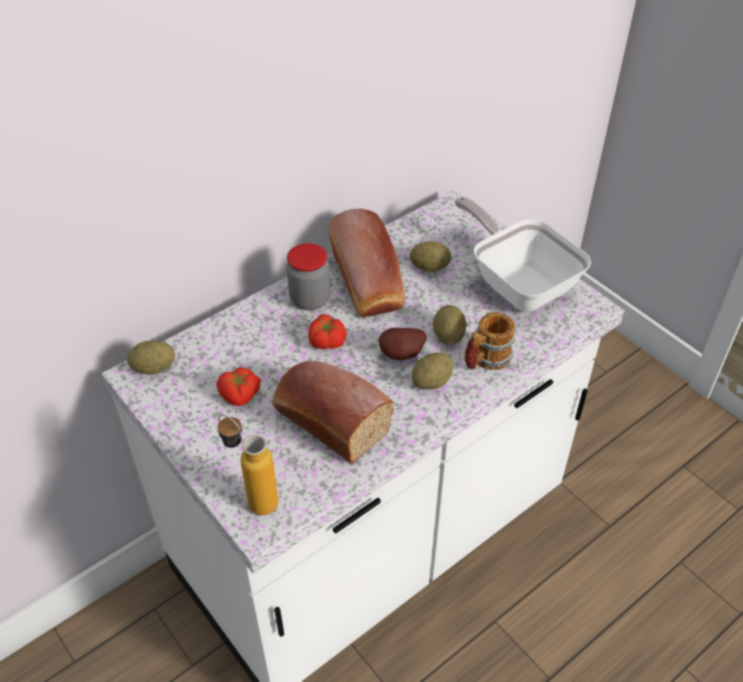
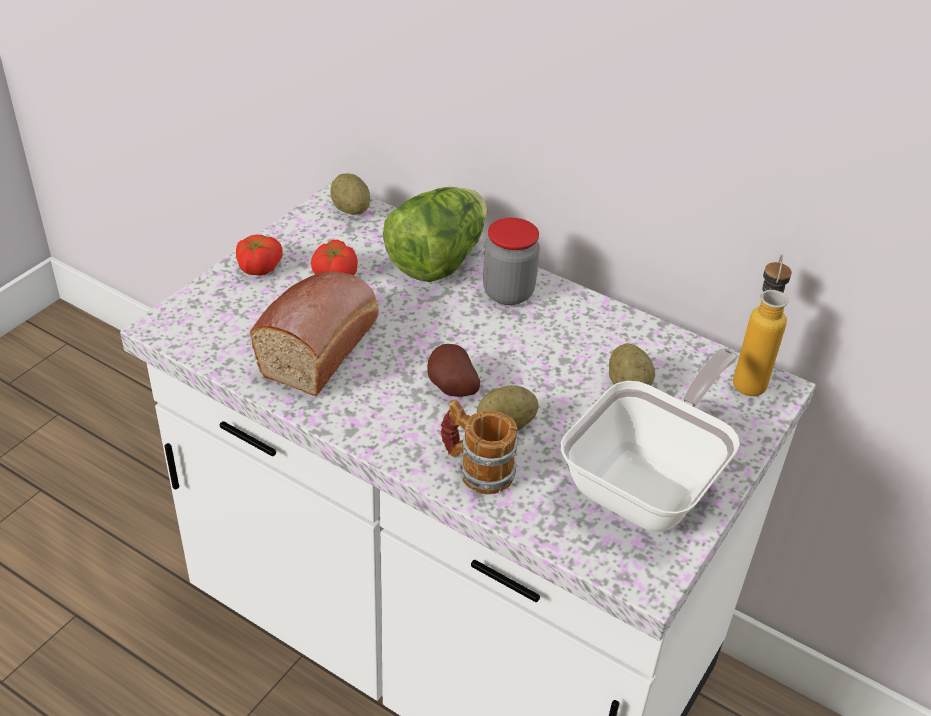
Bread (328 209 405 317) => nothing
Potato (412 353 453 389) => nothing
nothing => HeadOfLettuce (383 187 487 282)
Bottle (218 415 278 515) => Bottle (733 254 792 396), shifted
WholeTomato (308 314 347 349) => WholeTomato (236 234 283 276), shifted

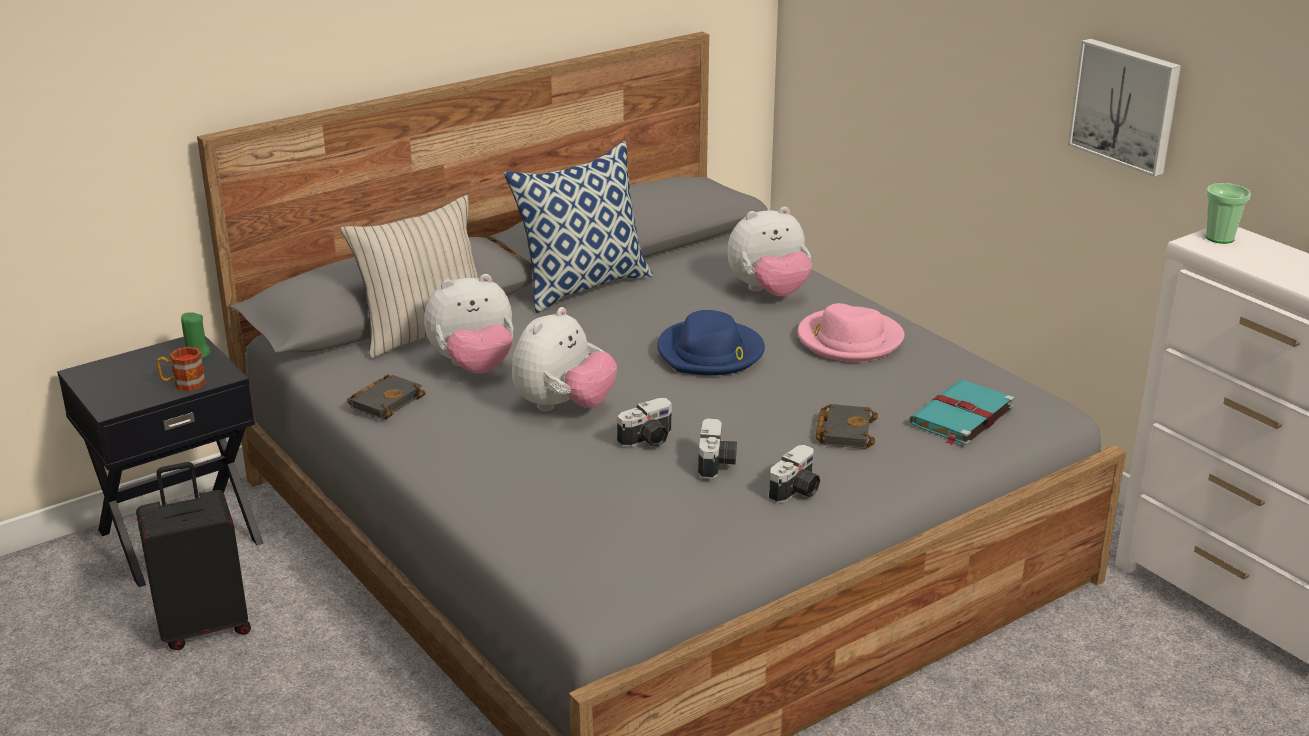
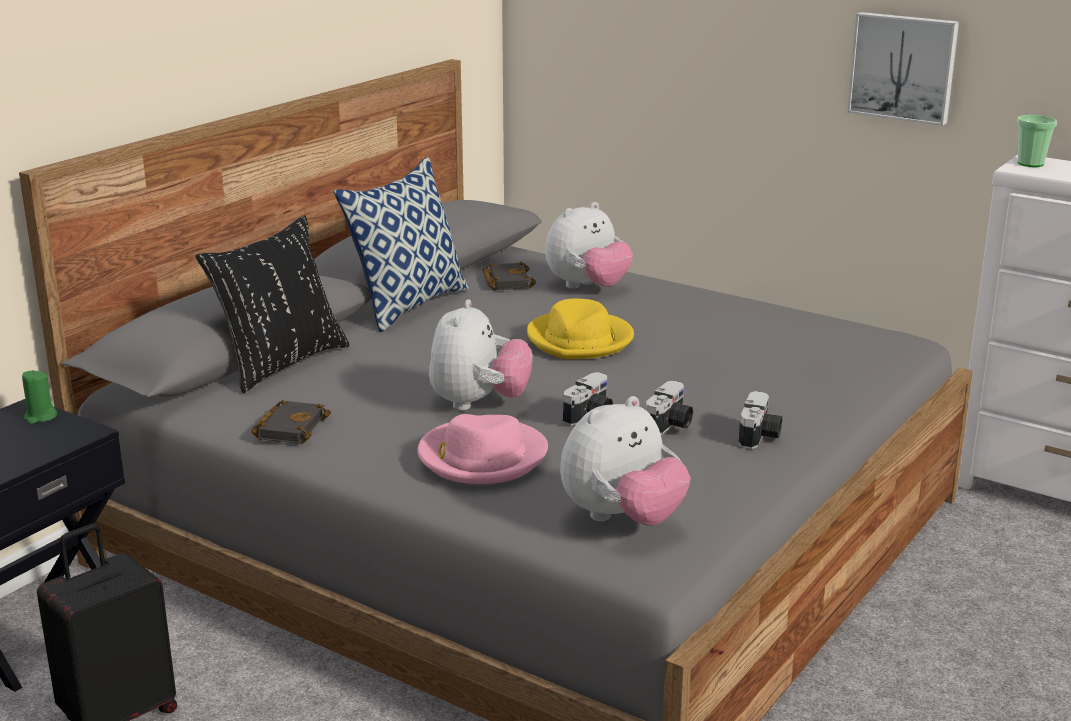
CoffeeMug (157 347 206 391) => nothing
TurquoiseColouredBoundBook (909 380 1015 445) => nothing
CuddlyToy (424 274 513 374) => CuddlyToy (560 396 691 526), shifted
PinkishWearableHat (798 303 904 362) => PinkishWearableHat (418 414 548 484), shifted
BlackColouredBoundBook (816 404 878 449) => BlackColouredBoundBook (483 262 536 290), shifted
BeigeColouredThrowPillow (340 195 479 359) => BlackColouredThrowPillow (196 215 349 393)
BlueColouredWearableHat (657 310 765 376) => YellowWearableHat (527 299 634 359)
PhotoCamera (698 418 737 479) => PhotoCamera (646 380 693 435), 45 degrees clockwise

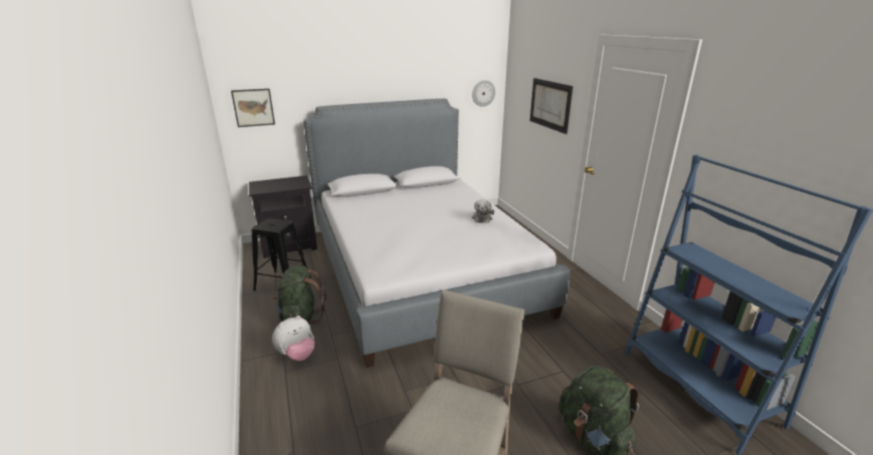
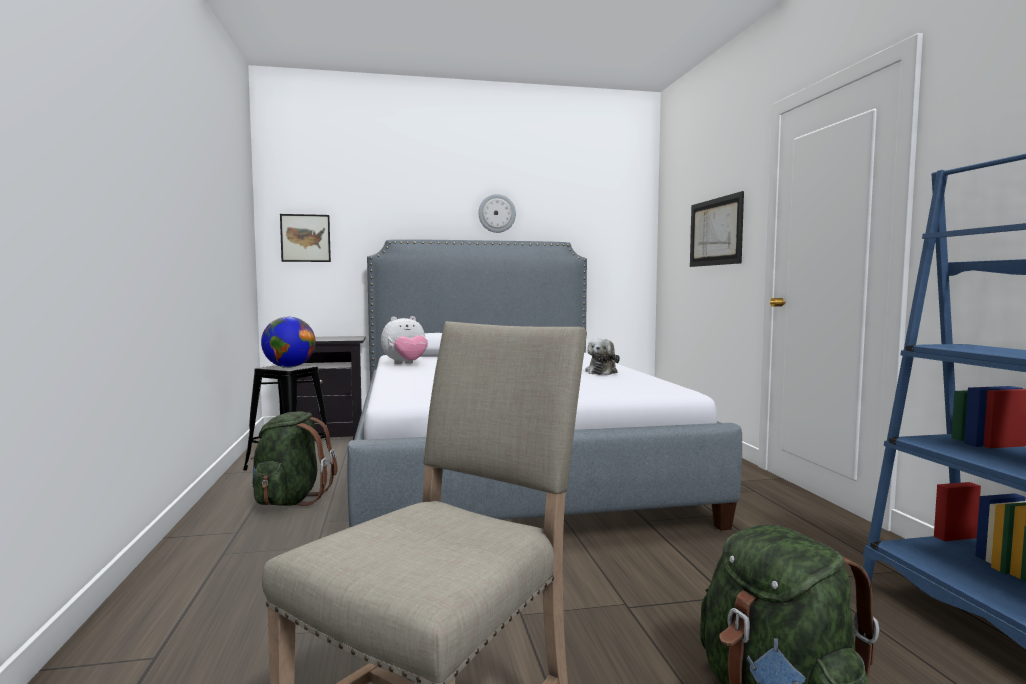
nothing => Globe (261 317 316 368)
CuddlyToy (272 316 315 361) => CuddlyToy (381 316 428 364), shifted
ClockOnTheWall (472 80 495 107) => ClockOnTheWall (478 194 516 233), shifted

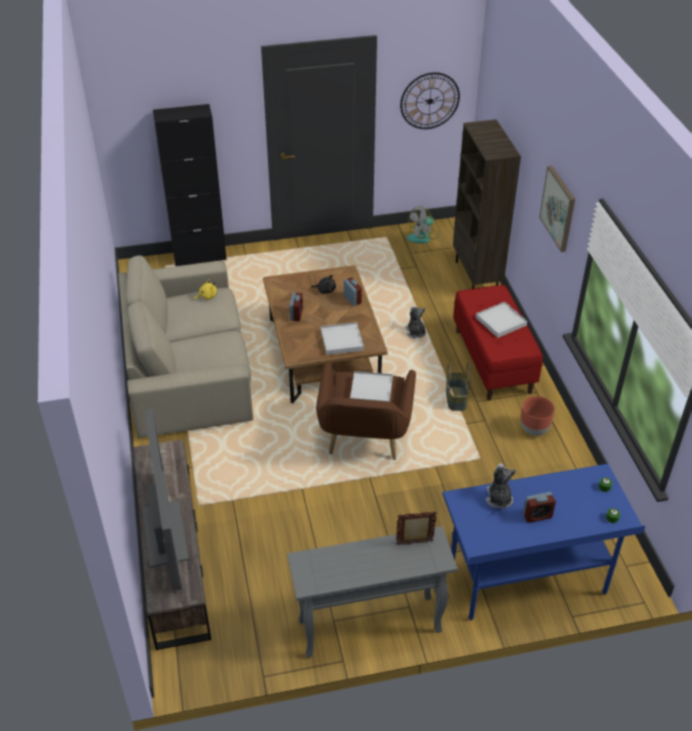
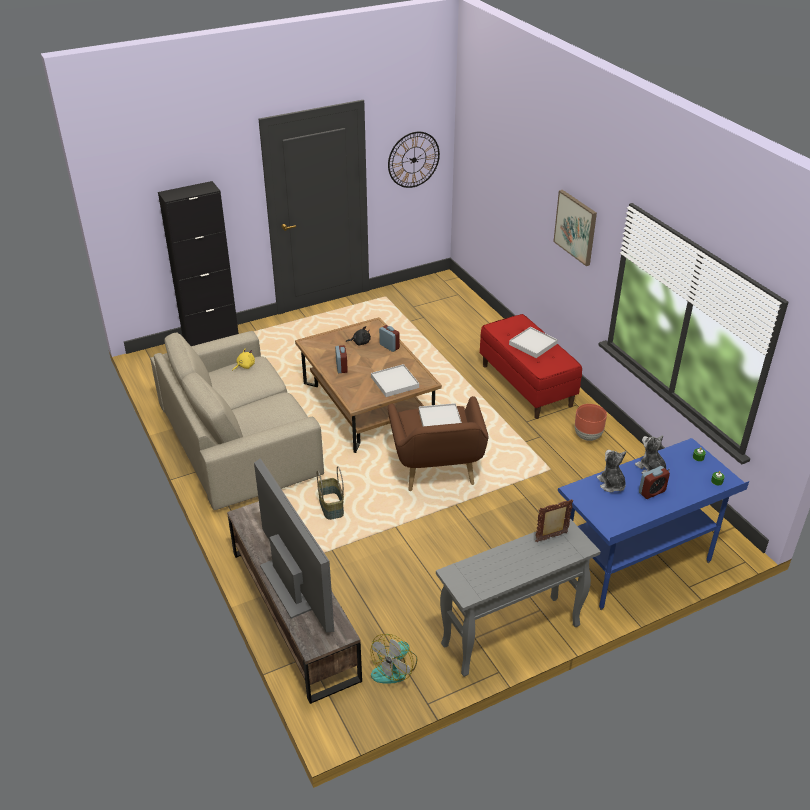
BrownBookcase (453 119 521 289) => nothing
CuddlyToy (405 306 426 339) => CuddlyToy (635 435 670 474), shifted
Fan (407 206 439 243) => Fan (371 634 417 684), shifted
HouseholdBasket (446 363 471 411) => HouseholdBasket (317 466 344 520), shifted

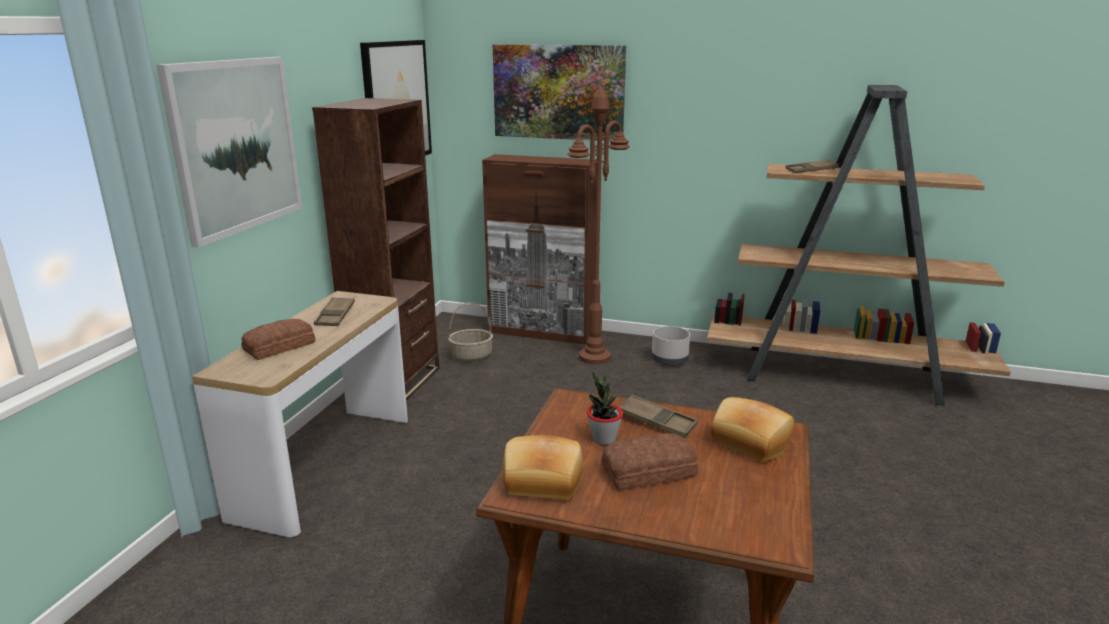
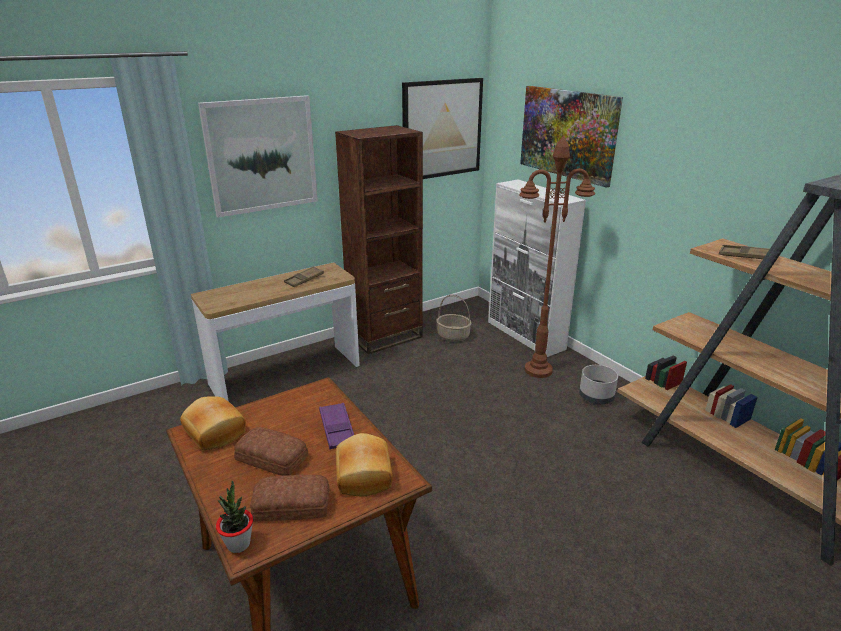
Bread (241 319 315 360) => Bread (250 475 330 522), shifted
PlantInAPot (587 371 623 445) => PlantInAPot (216 481 253 553), shifted
BrownCabinet (482 154 597 345) => WhiteCabinet (488 180 586 357)
BrownServingTray (618 395 698 438) => PurpleColouredServingTray (319 403 354 449)

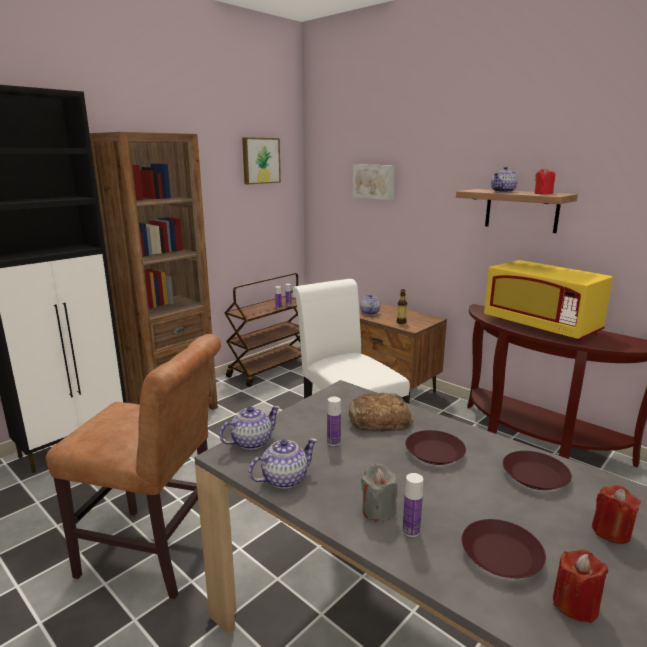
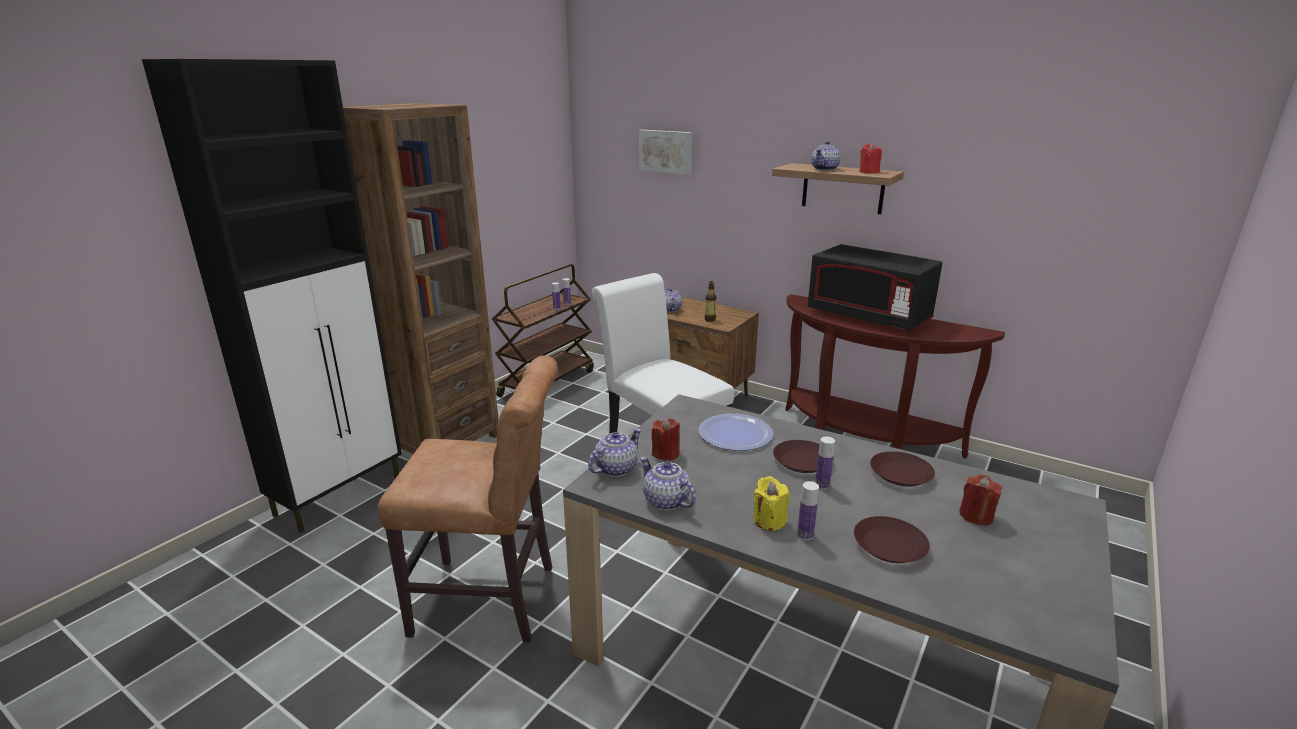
WallPicture (242 137 281 184) => nothing
Bottle (327 397 341 446) => Bottle (815 437 835 490), shifted
RedColouredCandle (553 549 608 623) => RedColouredCandle (651 418 680 460), shifted
Bread (348 393 413 432) => FlatDish (699 414 774 451)
GreyCandle (361 464 398 522) => YellowCandle (754 476 789 531)
YellowMicrowaveOven (484 260 613 341) => BlackColouredMicrowaveOven (808 244 942 332)
Teapot (249 438 317 489) => Teapot (640 457 696 510), 90 degrees counterclockwise

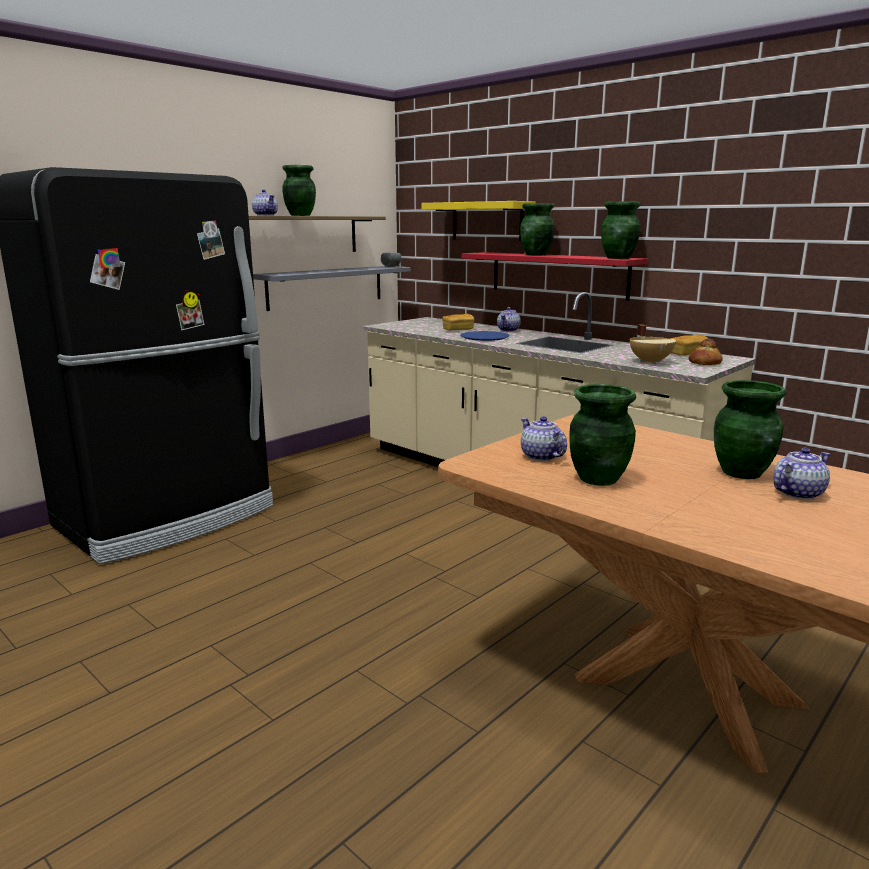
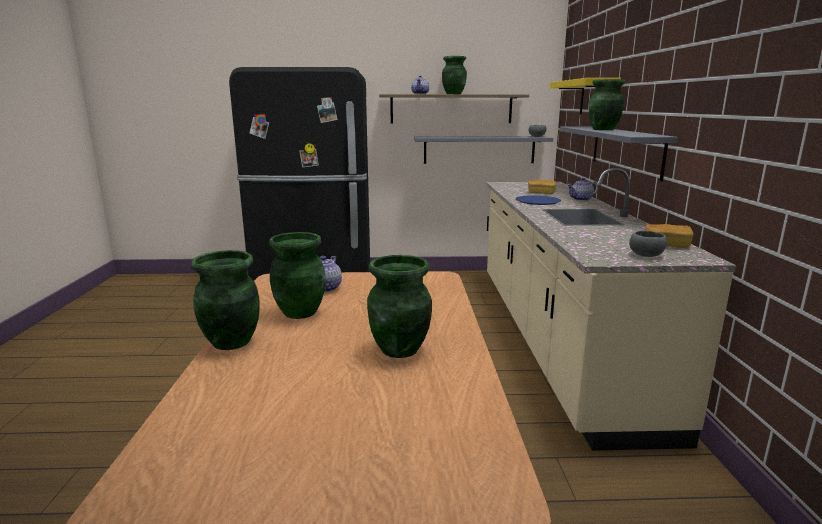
BeigeColouredSaucepot (630 324 676 364) => nothing
Teapot (773 448 830 500) => nothing
GreenColouredVase (601 201 641 259) => GreenColouredVase (191 250 260 350), shifted
Bread (689 339 723 365) => GreyServingBowl (629 231 667 257)
RedColouredWallShelf (461 252 647 300) => GreyWallShelf (560 127 678 181)

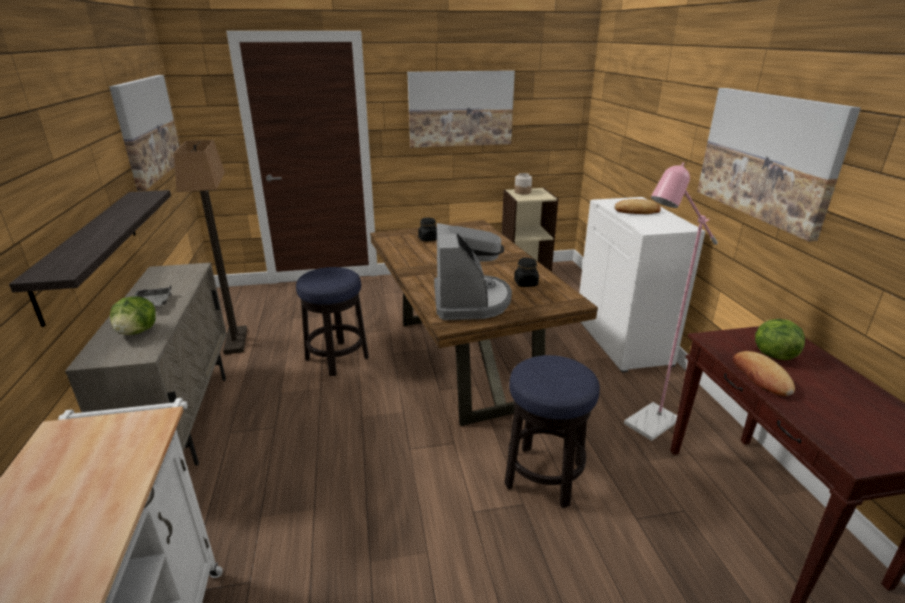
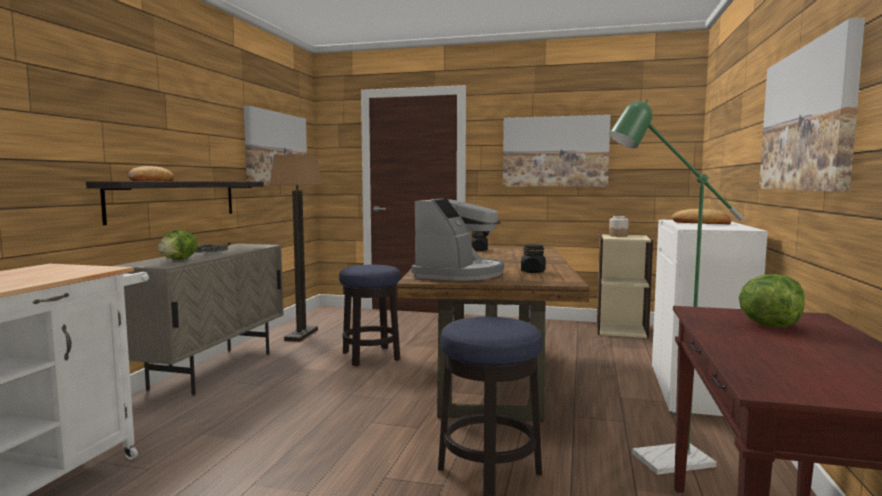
Bread (733 351 795 396) => Bread (128 166 174 181), shifted
PinkishStandardLamp (624 162 718 441) => GreenColouredStandardLamp (609 99 743 475)

